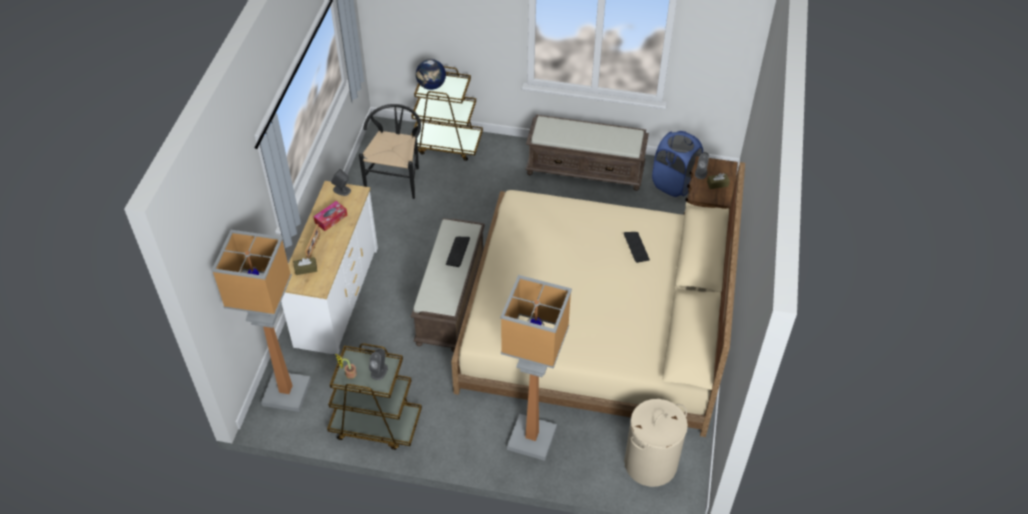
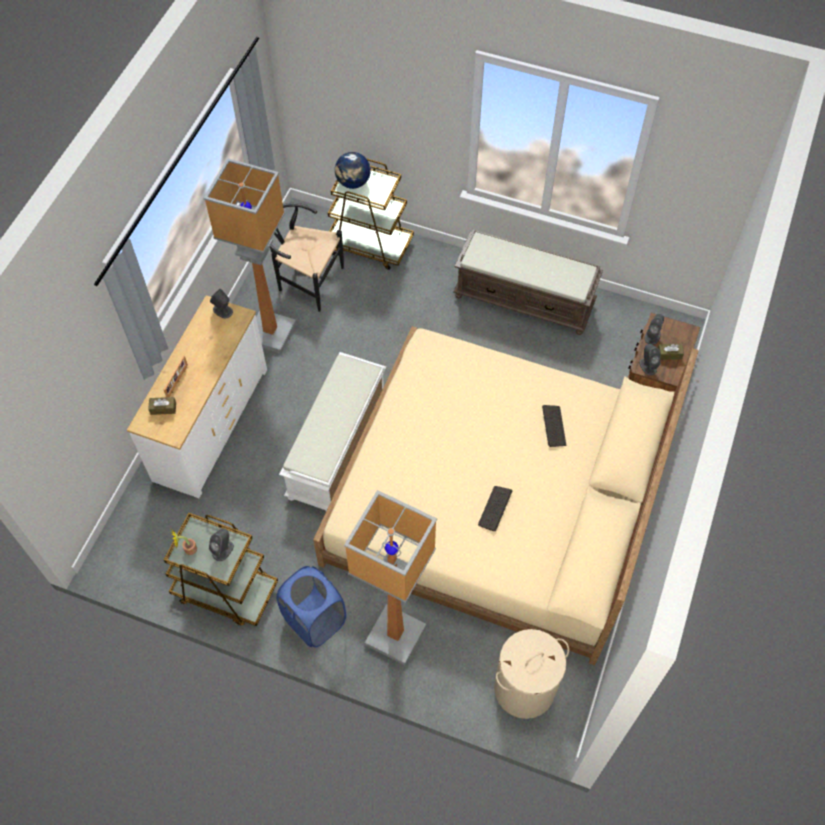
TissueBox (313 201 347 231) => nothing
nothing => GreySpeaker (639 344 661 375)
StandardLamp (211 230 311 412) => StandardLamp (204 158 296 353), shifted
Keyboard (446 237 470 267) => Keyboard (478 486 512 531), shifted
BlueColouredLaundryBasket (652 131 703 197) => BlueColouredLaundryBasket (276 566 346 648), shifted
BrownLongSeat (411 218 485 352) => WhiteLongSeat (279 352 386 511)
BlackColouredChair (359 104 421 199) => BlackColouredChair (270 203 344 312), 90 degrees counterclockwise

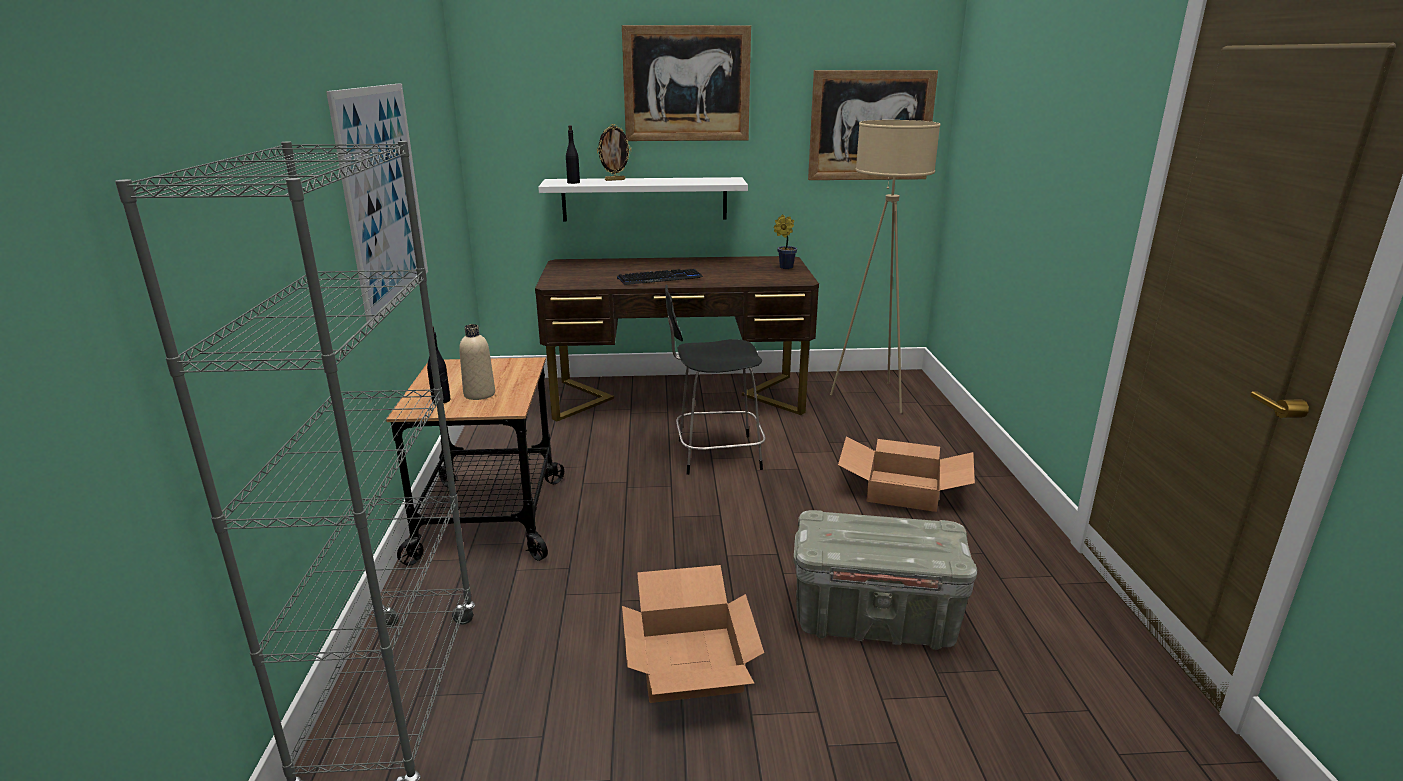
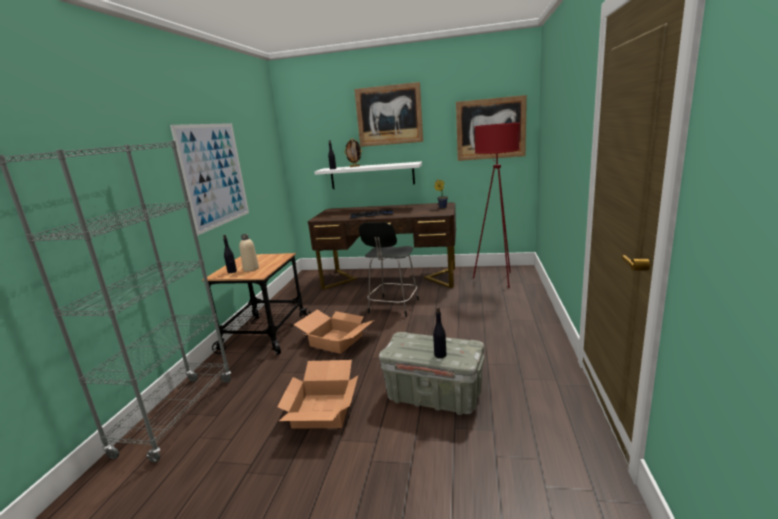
nothing => BlackColouredBottle (433 307 447 358)
CardboardBox (838 437 975 512) => CardboardBox (294 309 374 354), shifted
BeigeColouredStandardLamp (830 120 940 413) => RedColouredStandardLamp (473 122 520 288)
BlackColouredChair (665 285 766 475) => BlackColouredChair (359 222 419 317), 75 degrees counterclockwise

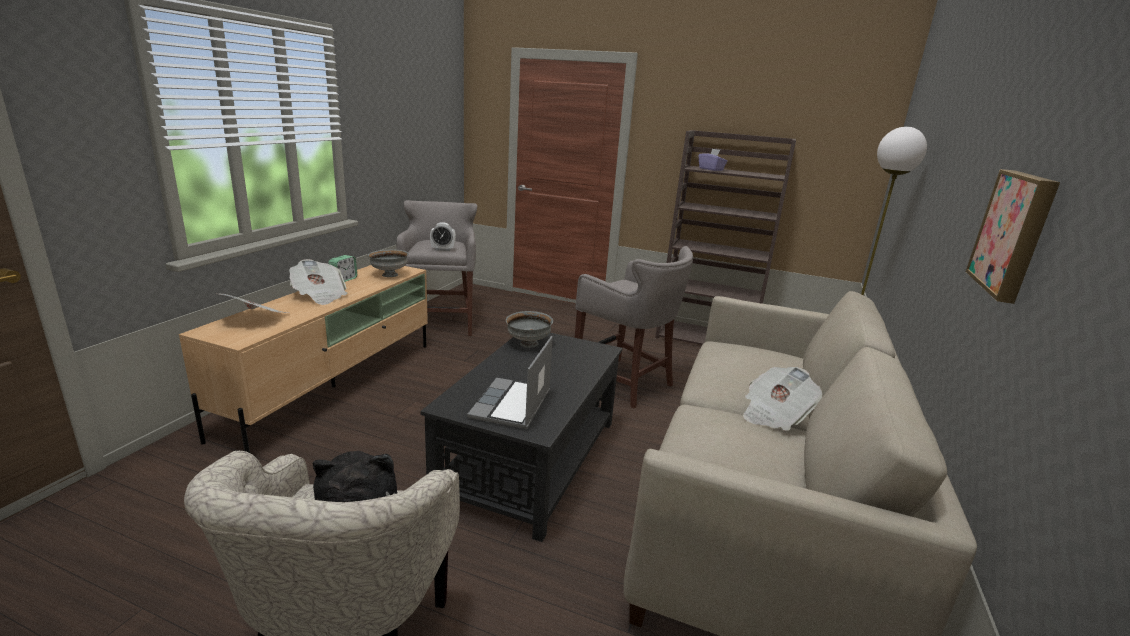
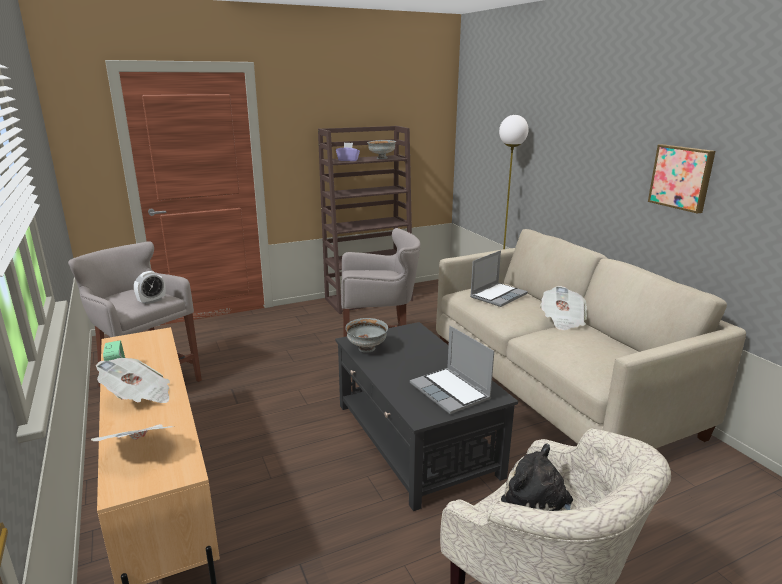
nothing => PortableComputer (470 250 528 307)
GreyServingBowl (368 250 409 277) => GreyServingBowl (367 140 396 159), shifted

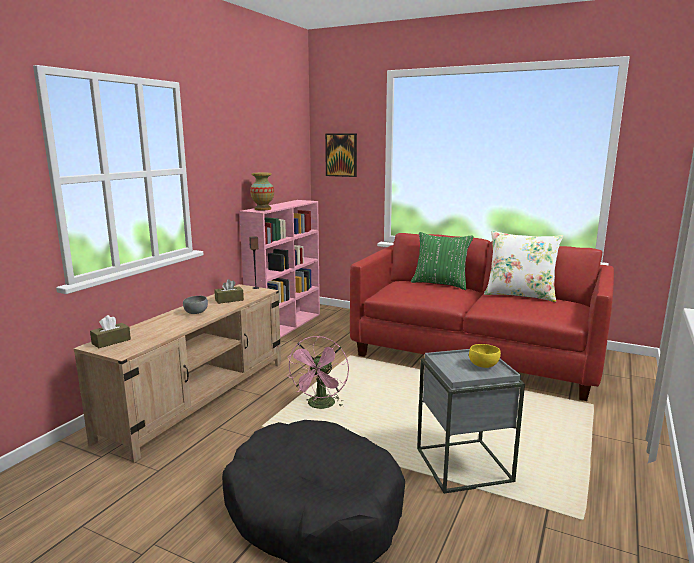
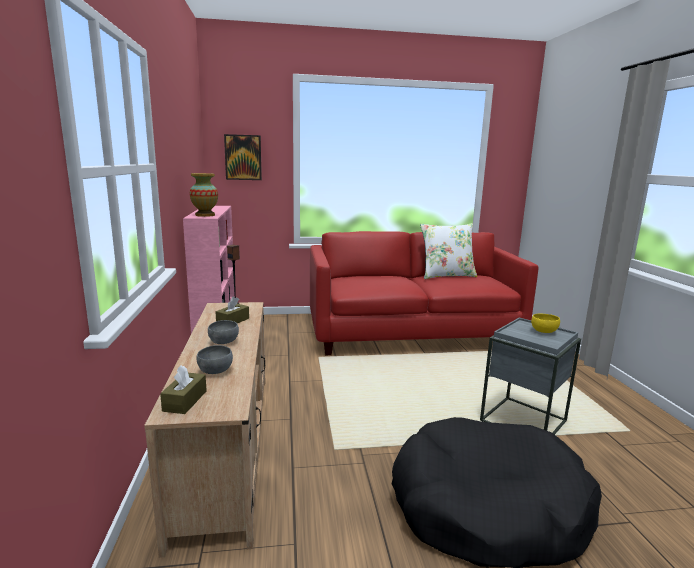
PinkishFan (286 336 349 409) => nothing
GreenColouredThrowPillow (411 232 474 290) => nothing
nothing => GreyServingBowl (197 345 233 374)

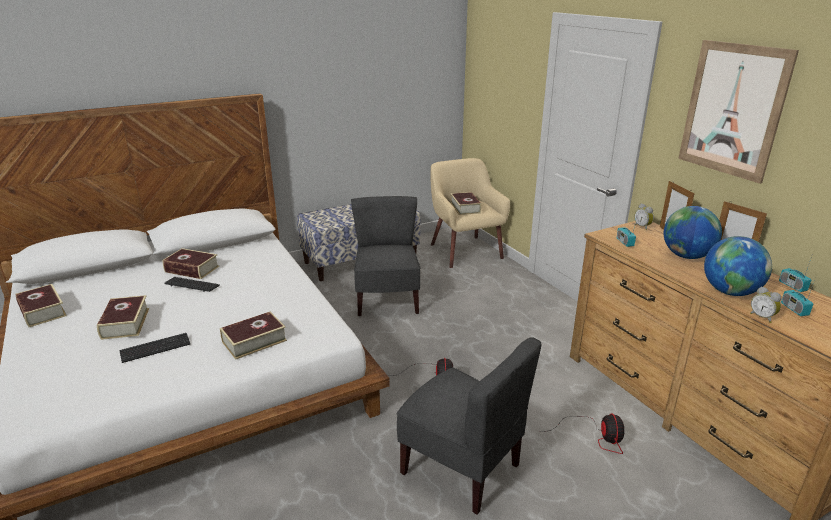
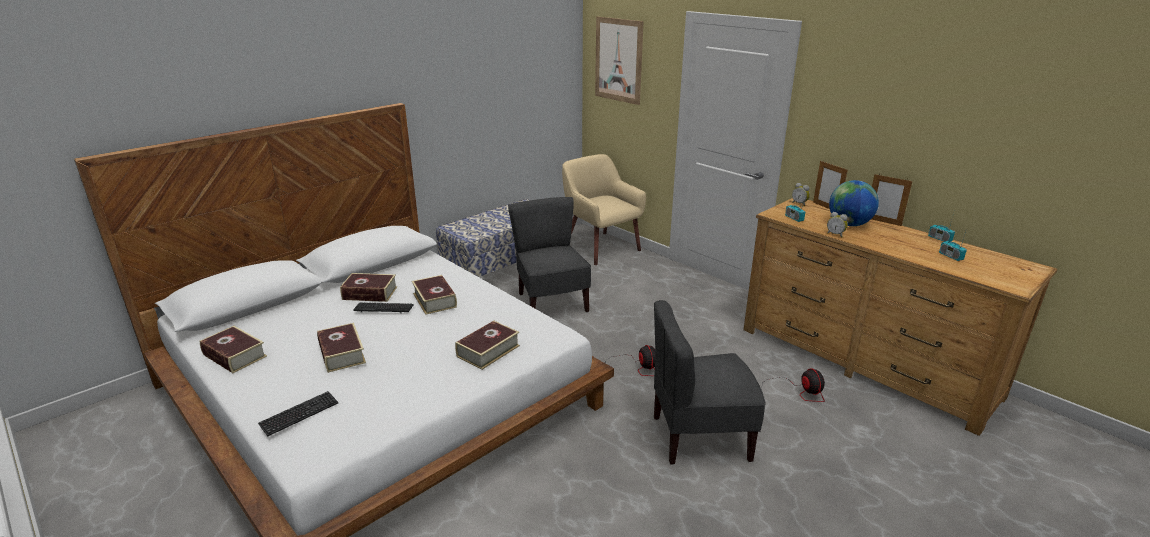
Globe (704 236 772 296) => nothing
Keyboard (119 333 190 363) => Keyboard (258 391 338 436), shifted
BoundBook (450 192 481 215) => BoundBook (412 275 457 315), shifted
WallPicture (678 40 799 184) => WallPicture (595 16 644 105), shifted
AlarmClock (750 287 781 323) => AlarmClock (827 212 848 238), shifted
GreyChair (397 337 542 515) => GreyChair (654 300 766 465), 150 degrees clockwise

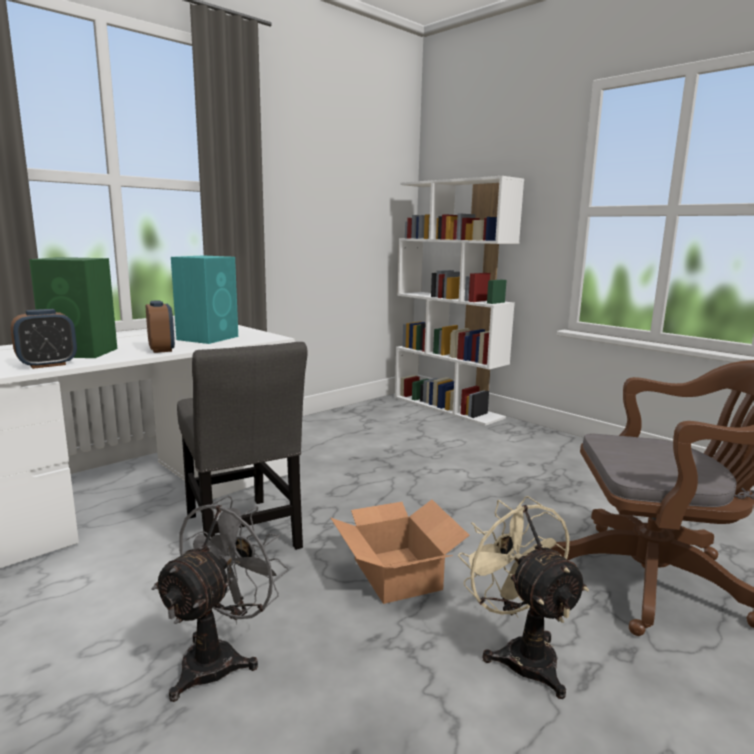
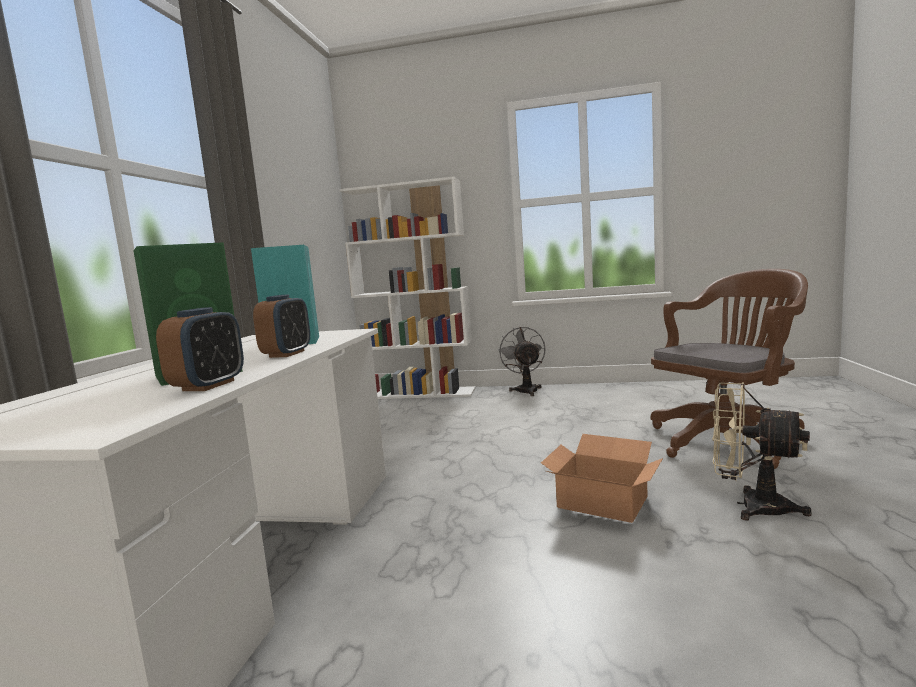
GreyChair (177 342 308 550) => nothing
GreyFan (151 496 289 702) => GreyFan (498 327 546 396), shifted
AlarmClock (146 300 175 353) => AlarmClock (253 294 310 358), 75 degrees clockwise

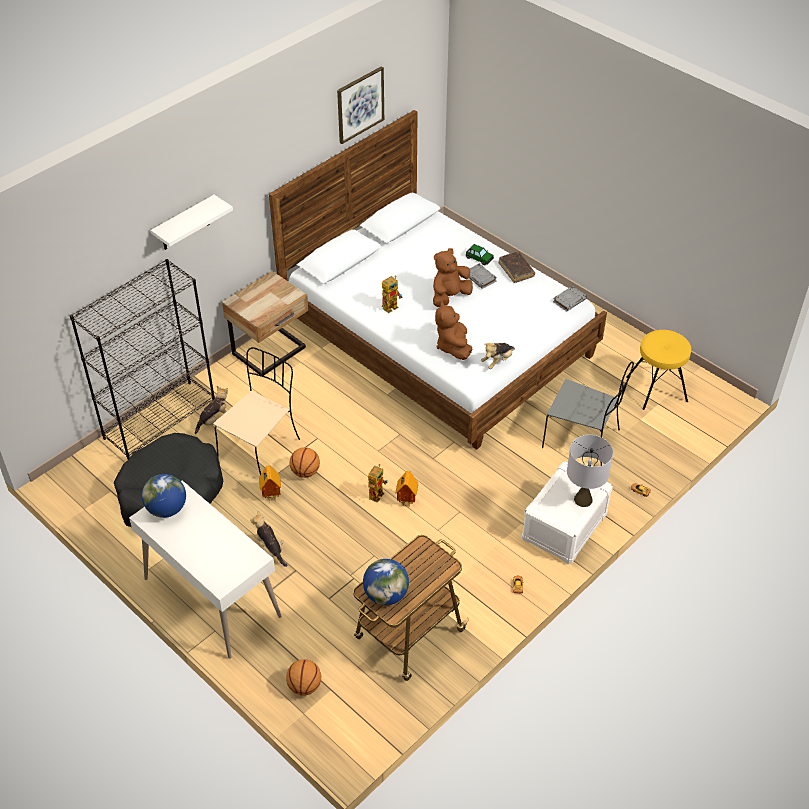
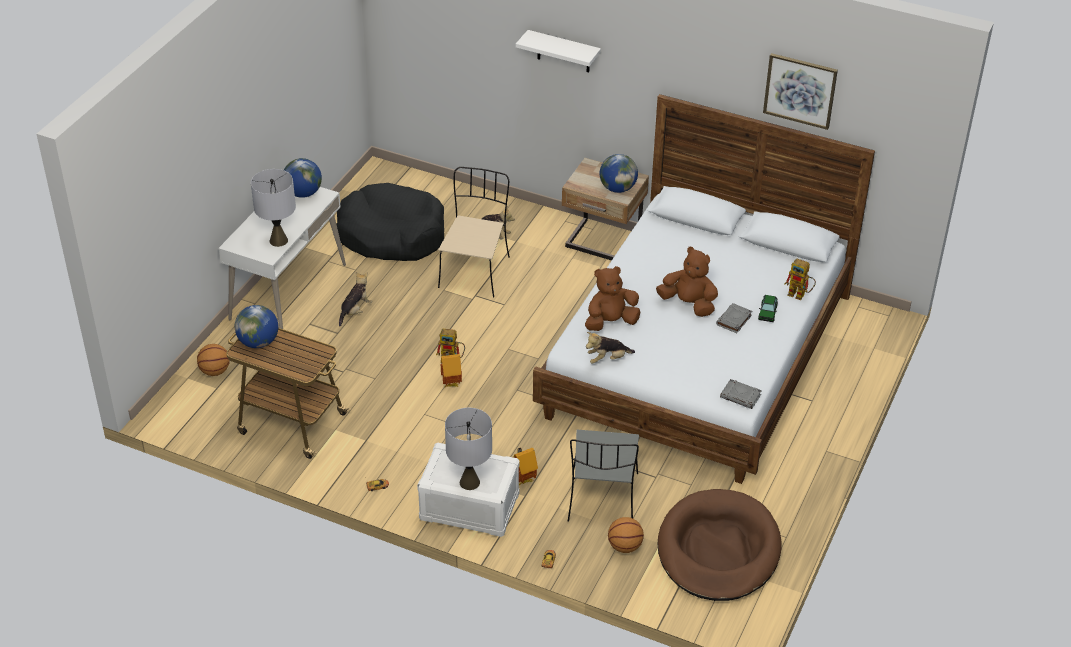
BlackColouredBookcase (70 259 215 459) => nothing
BrownBoundBook (499 252 535 283) => nothing
nothing => GreyTabletopLamp (251 169 296 247)
nothing => Globe (600 154 638 193)
ModelHouse (259 465 281 501) => ModelHouse (513 447 538 485), shifted
BallForBasketball (289 447 320 478) => BallForBasketball (608 517 644 553), shifted
ToyRobot (382 275 403 313) => ToyRobot (785 259 816 300), shifted
YellowSittingStool (626 330 691 410) => BrownDogBed (658 489 782 601)
BeigeColouredChair (213 347 300 475) => BeigeColouredChair (438 167 510 298), 90 degrees counterclockwise
CuddlyToy (481 343 515 369) => CuddlyToy (586 332 635 364), 45 degrees counterclockwise

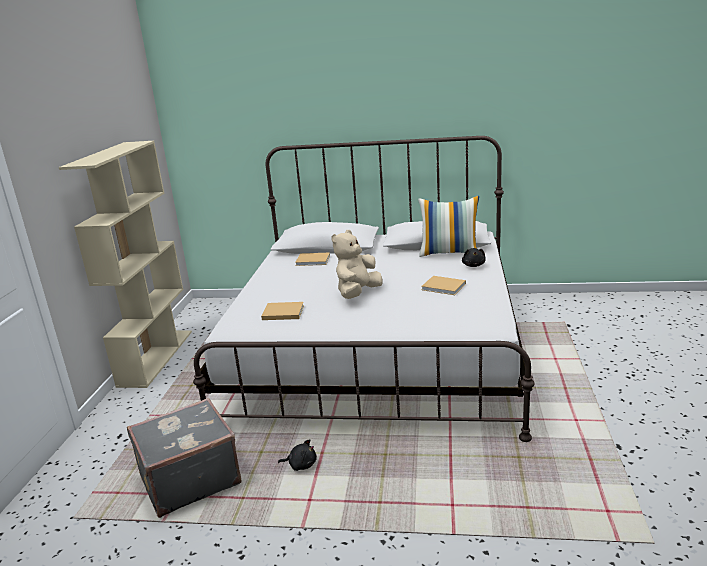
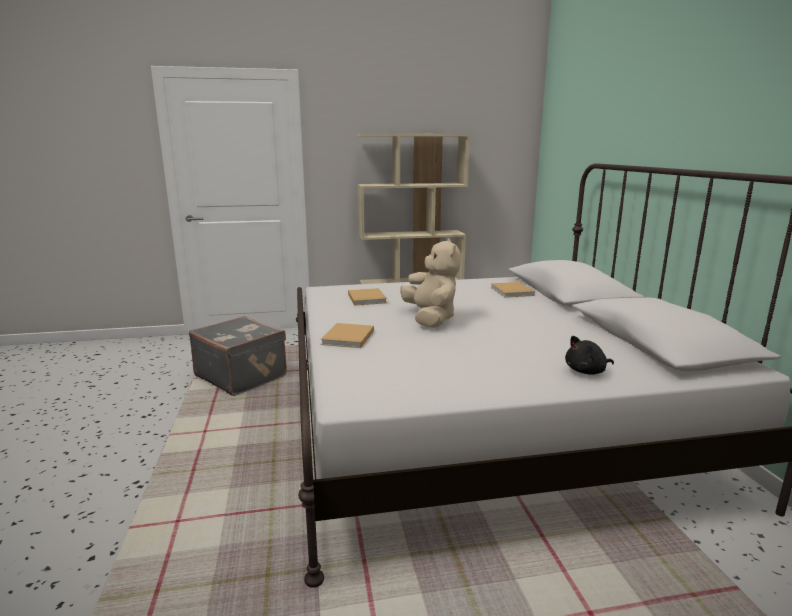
BlackColouredCuddlyToy (278 439 317 471) => nothing
ThrowPillow (418 196 479 257) => nothing
BeigeColouredBoundBook (421 276 466 295) => BeigeColouredBoundBook (321 323 374 348), shifted
BeigeColouredCuddlyToy (331 230 383 299) => BeigeColouredCuddlyToy (400 238 461 328), 60 degrees clockwise

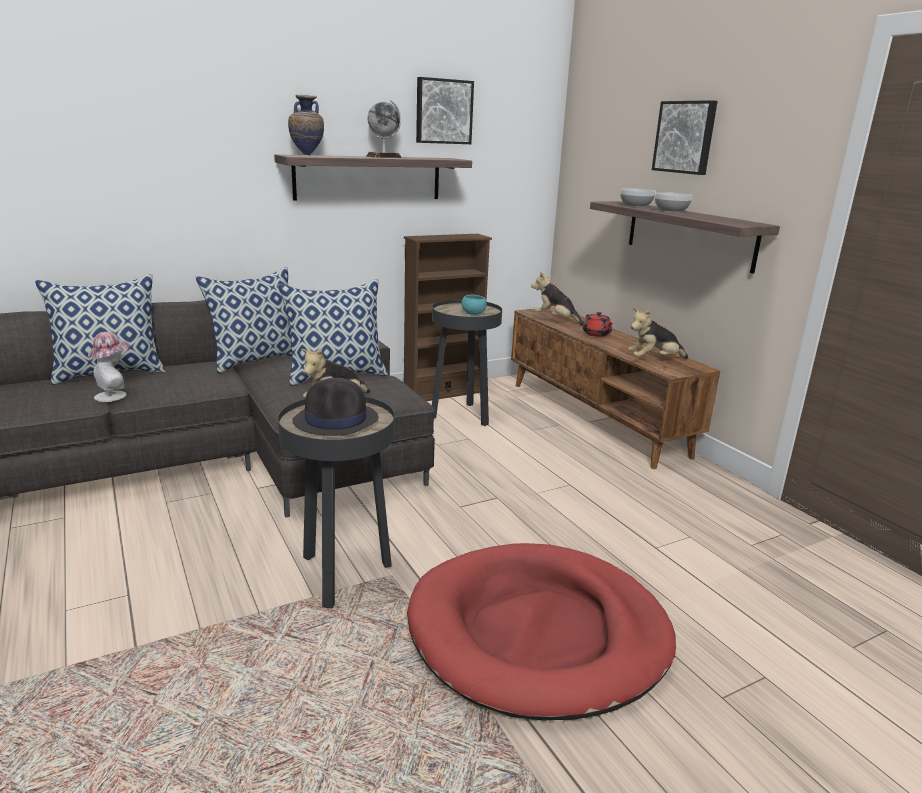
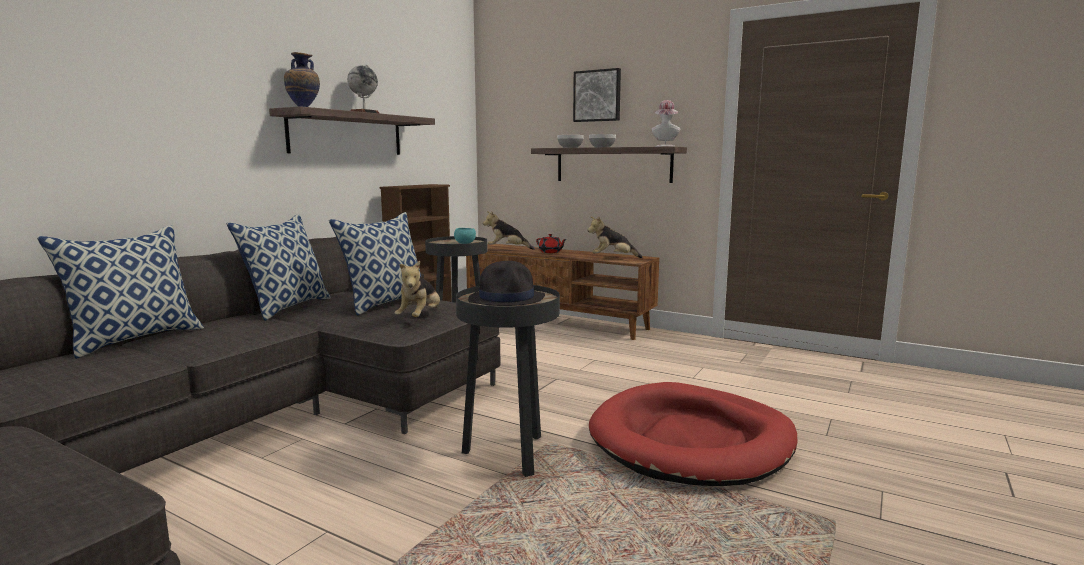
WallPicture (416 77 474 144) => nothing
WearableHat (88 332 130 402) => WearableHat (651 100 680 147), shifted
CuddlyToy (628 308 688 359) => CuddlyToy (587 216 643 258), 45 degrees clockwise

